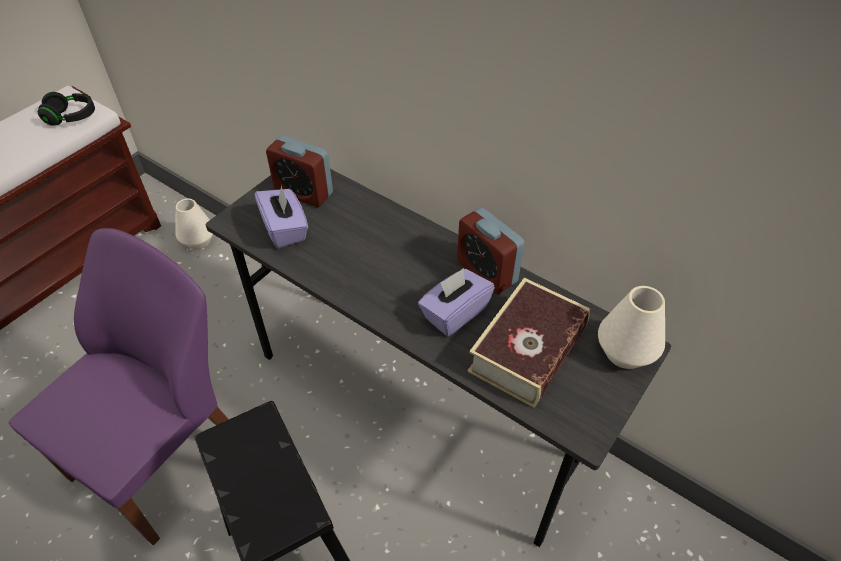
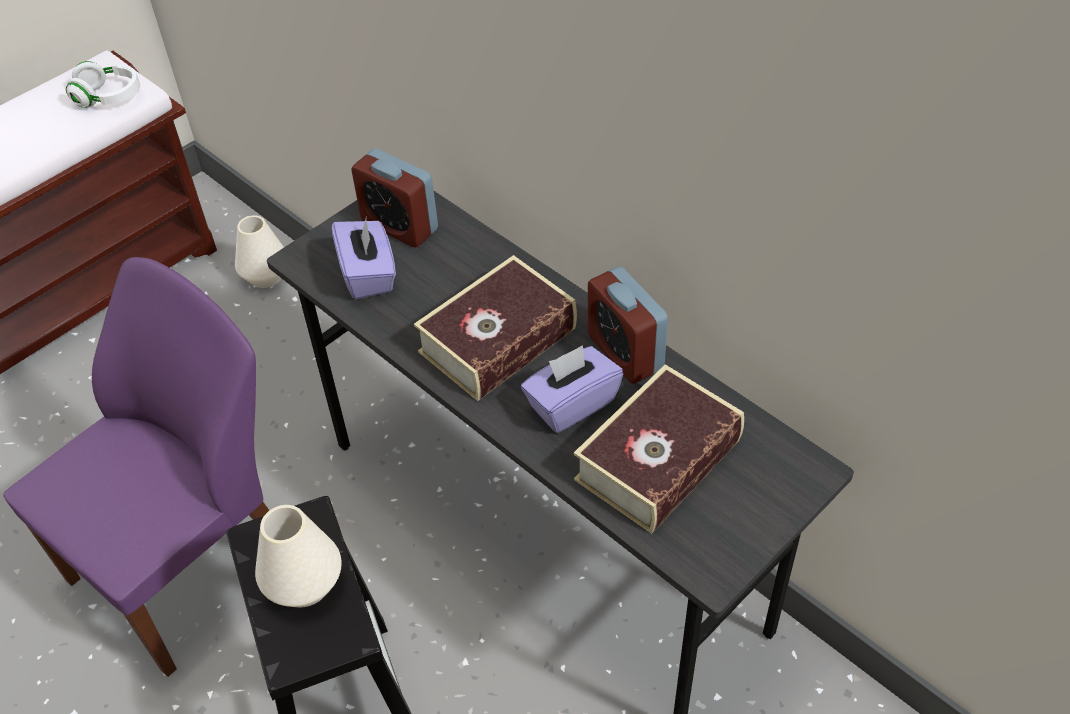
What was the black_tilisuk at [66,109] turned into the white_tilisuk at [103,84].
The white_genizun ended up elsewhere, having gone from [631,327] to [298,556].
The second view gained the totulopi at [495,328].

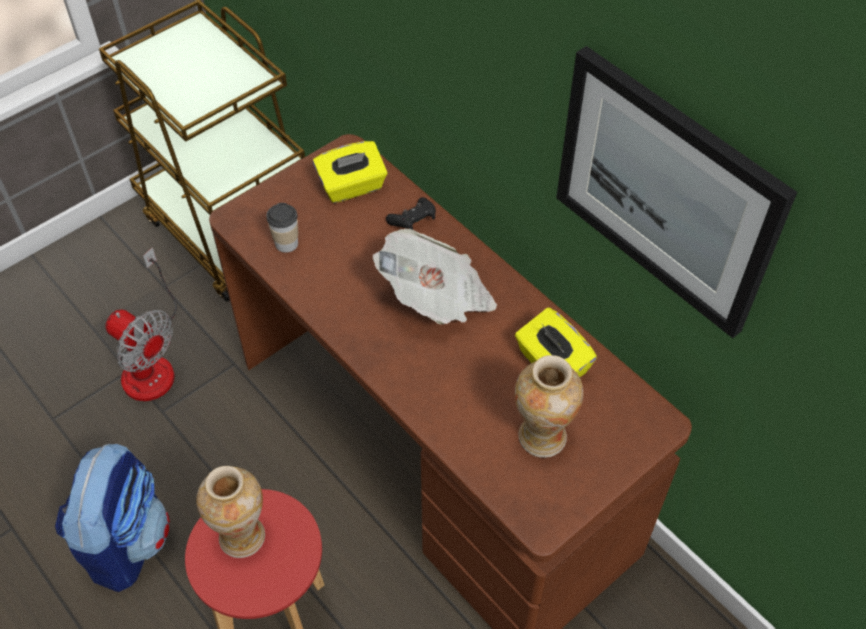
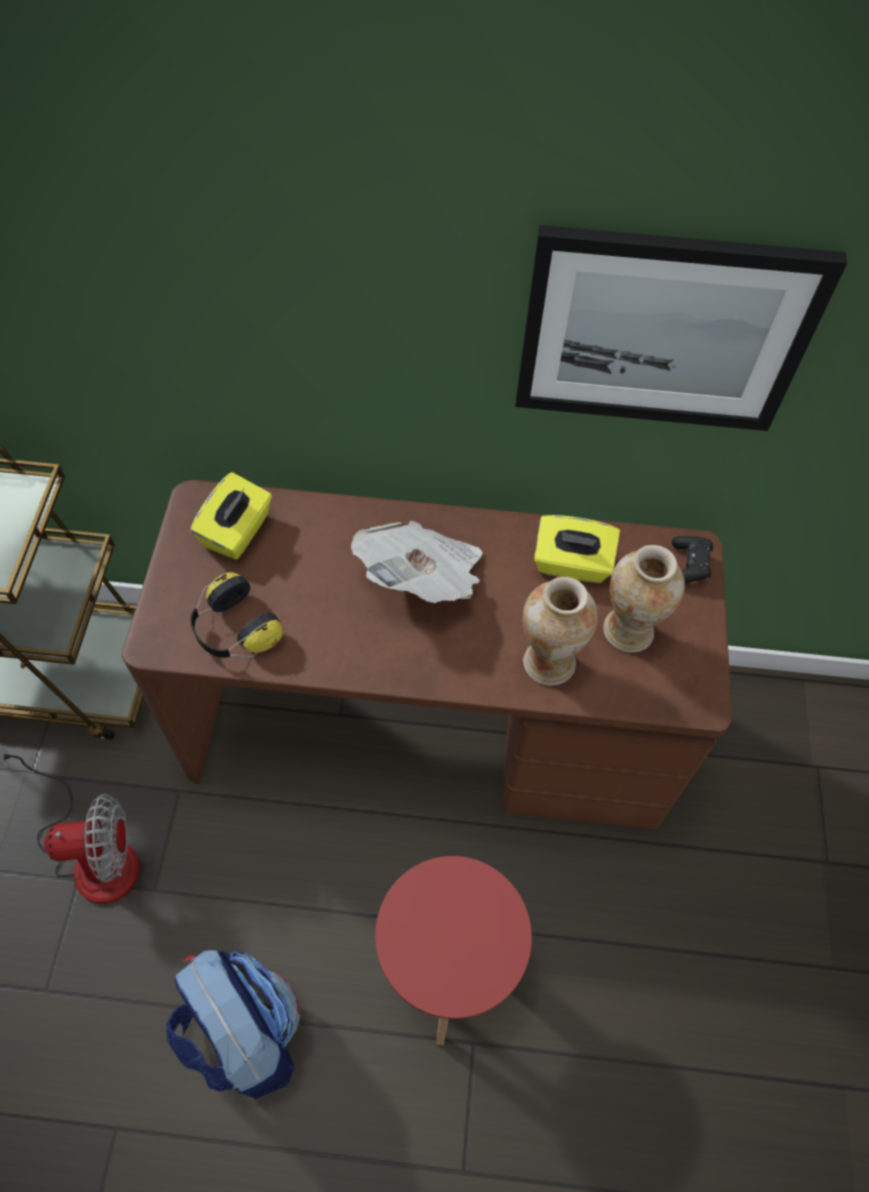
The genizun ended up elsewhere, having gone from [230,512] to [560,631].
Where the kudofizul stood at [282,228], the tilisuk came to stand at [236,615].
The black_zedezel ended up elsewhere, having gone from [411,213] to [692,560].

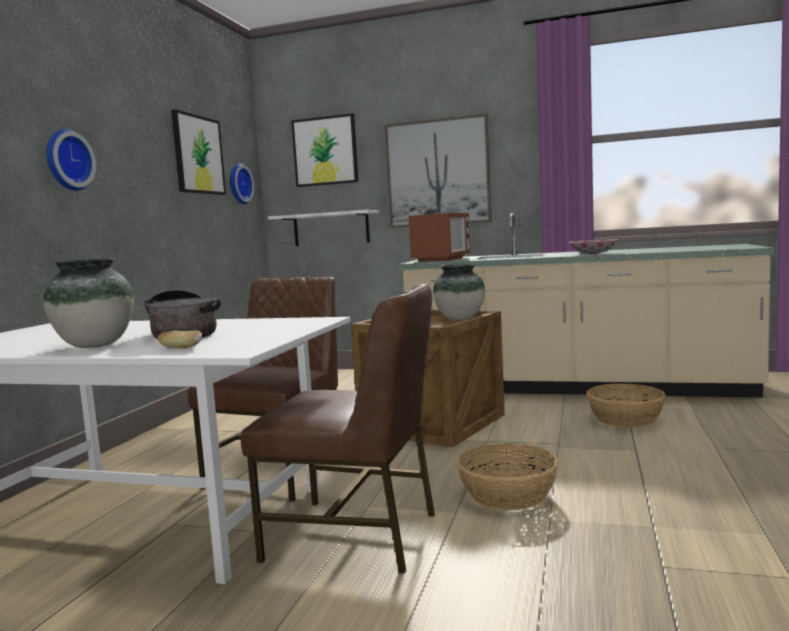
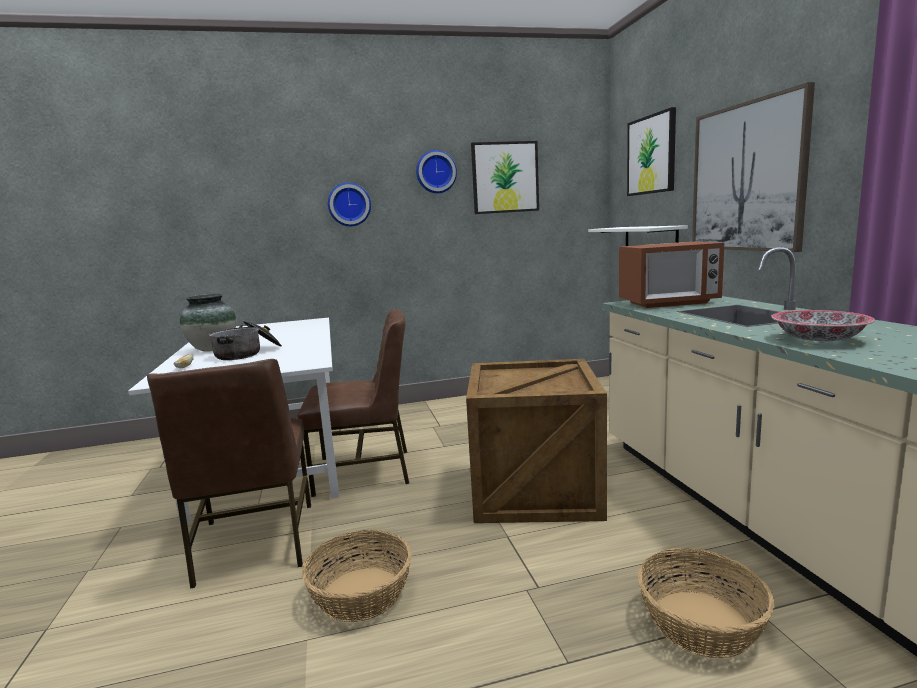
The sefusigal ended up elsewhere, having gone from [242,183] to [436,171].
The second view lost the genizun at [459,292].

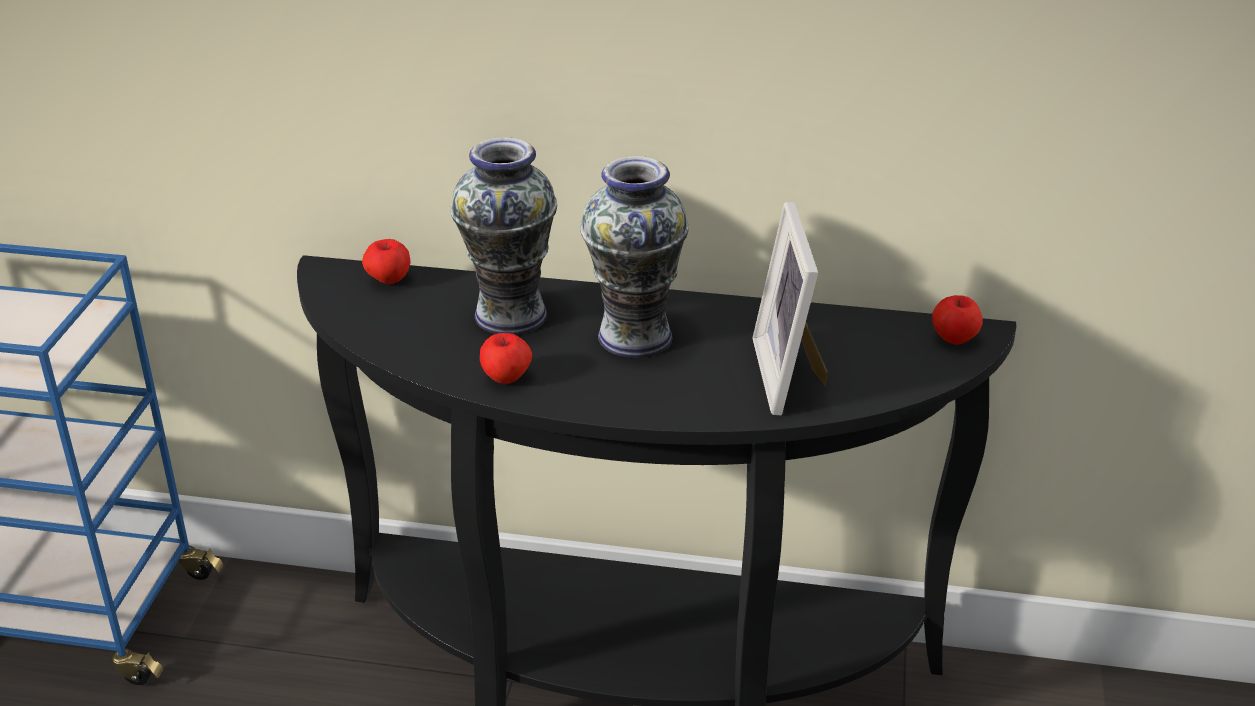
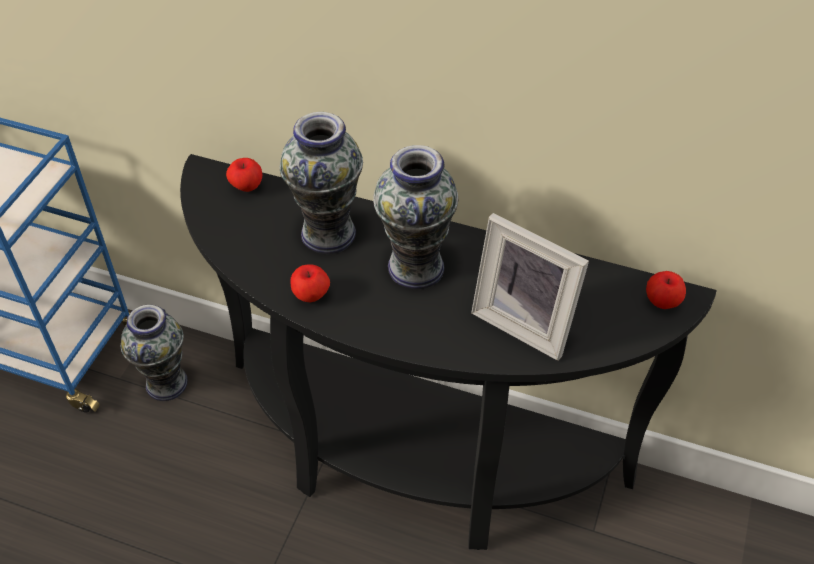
The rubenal at [790,309] ended up facing another way, 60 degrees counterclockwise from before.
The second view gained the genizun at [154,353].

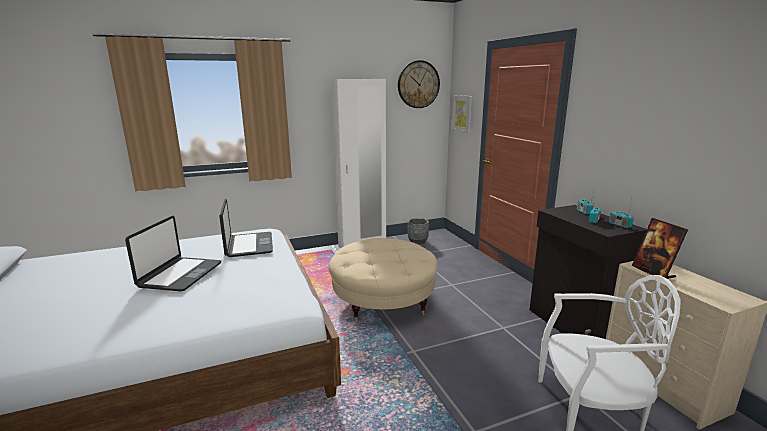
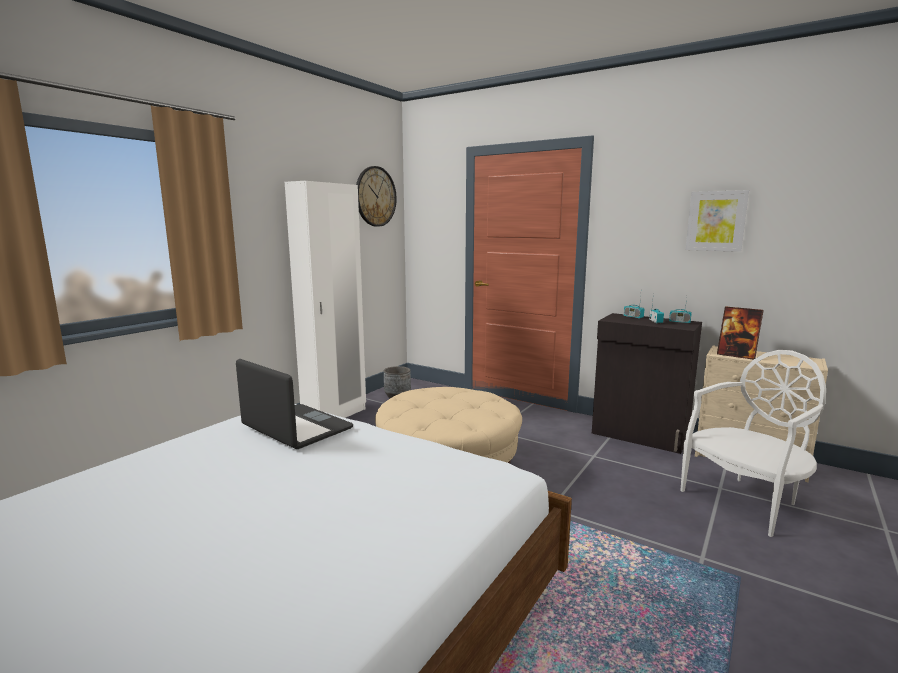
The second view lost the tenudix at [173,253].
The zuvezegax ended up elsewhere, having gone from [462,114] to [717,221].

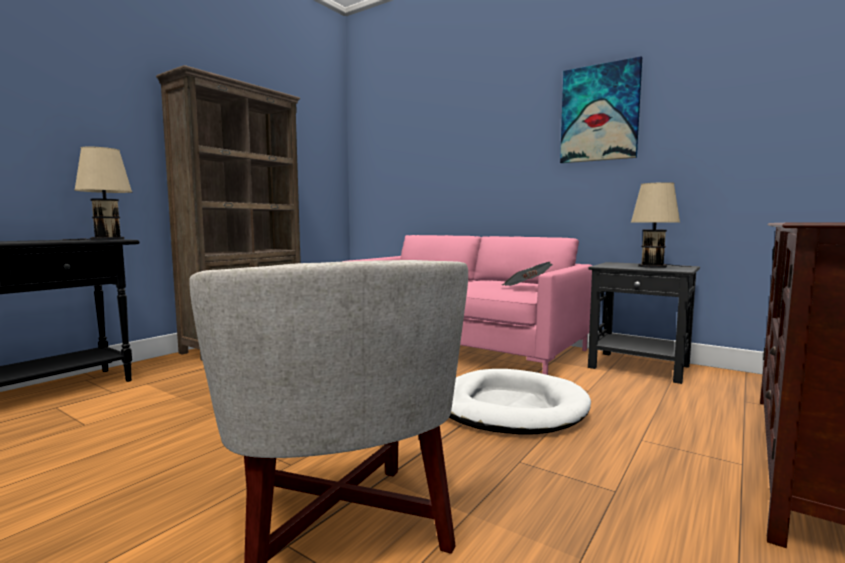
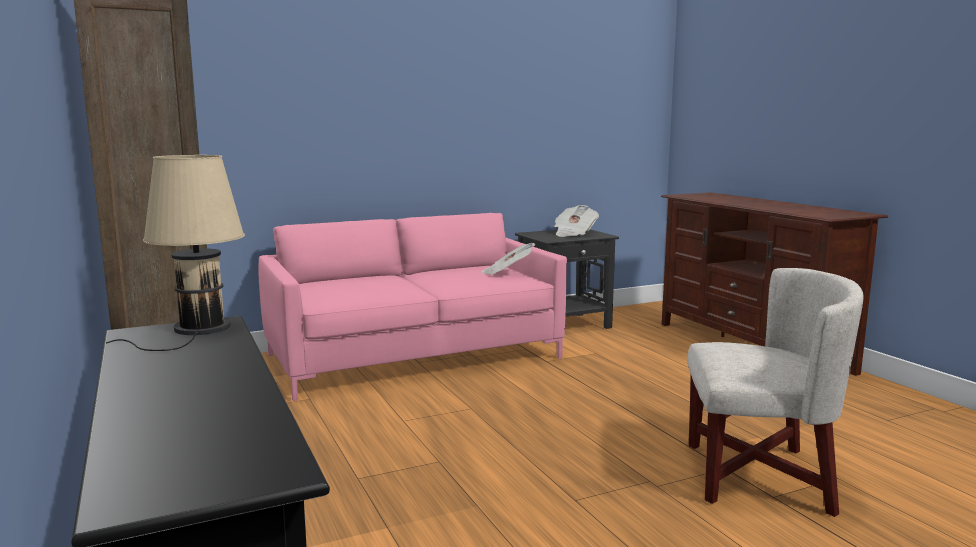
The second view lost the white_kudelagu at [520,402].
The second view lost the zuvezegax at [601,109].
Where the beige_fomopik stood at [661,225], the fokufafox came to stand at [576,221].

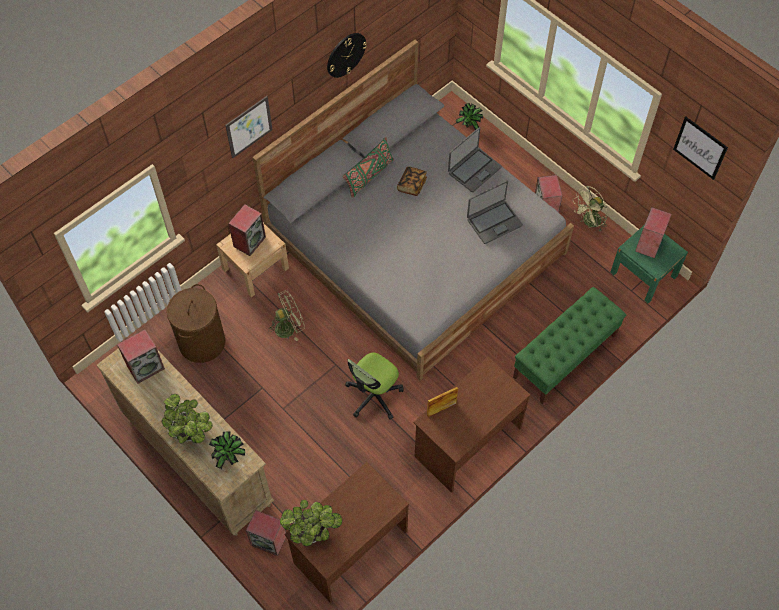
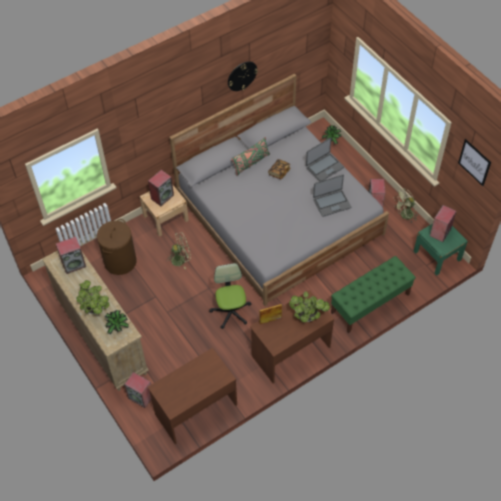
The second view lost the zuvezegax at [248,127].
The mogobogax ended up elsewhere, having gone from [311,523] to [309,307].
The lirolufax at [374,386] ended up facing another way, 120 degrees clockwise from before.

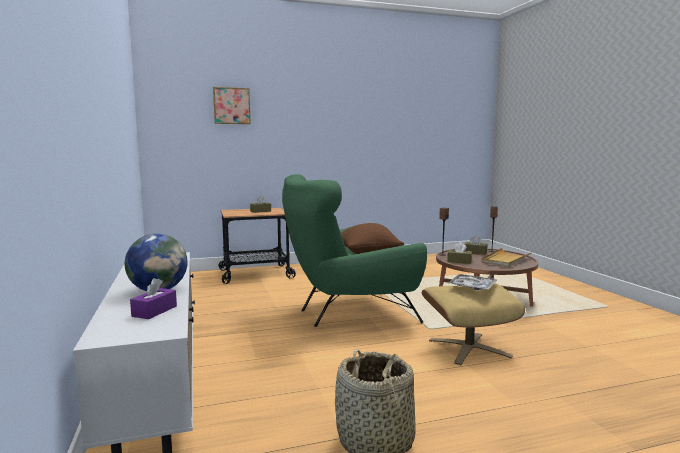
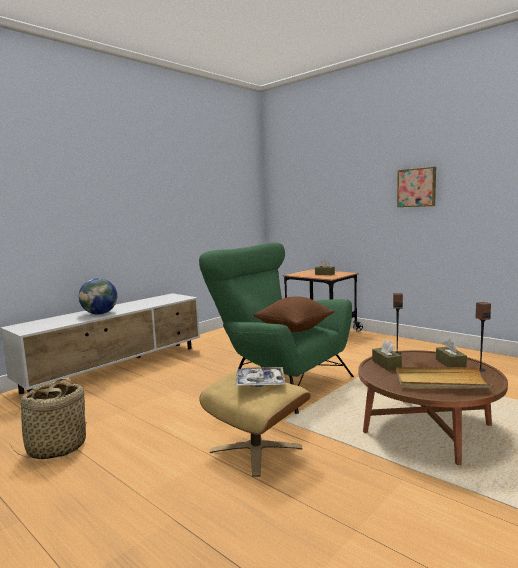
The second view lost the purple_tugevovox at [153,298].
The zuvezegax ended up elsewhere, having gone from [232,105] to [416,187].

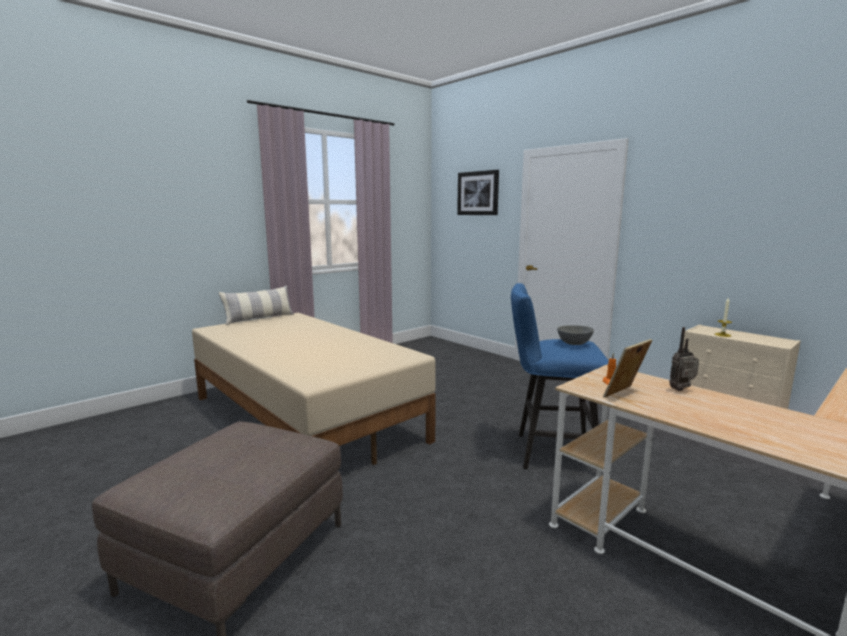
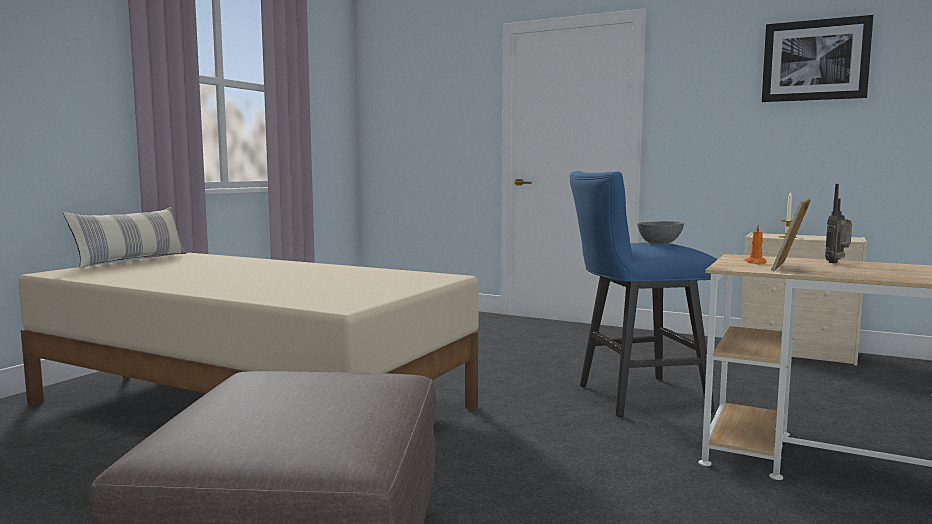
The zuvezegax ended up elsewhere, having gone from [478,192] to [817,58].

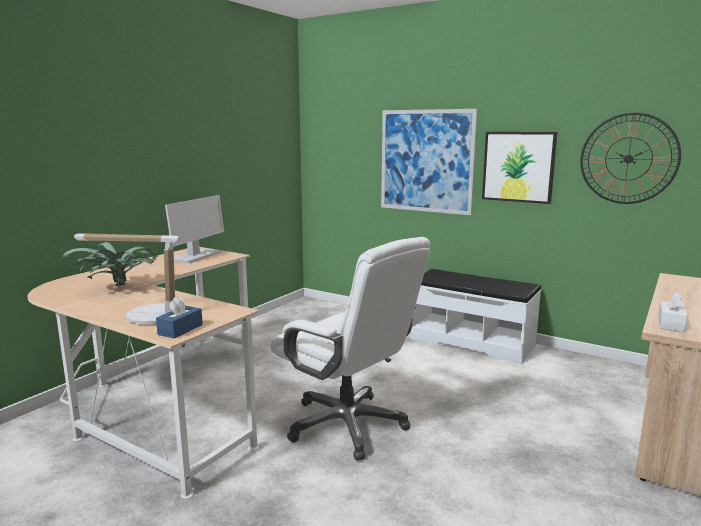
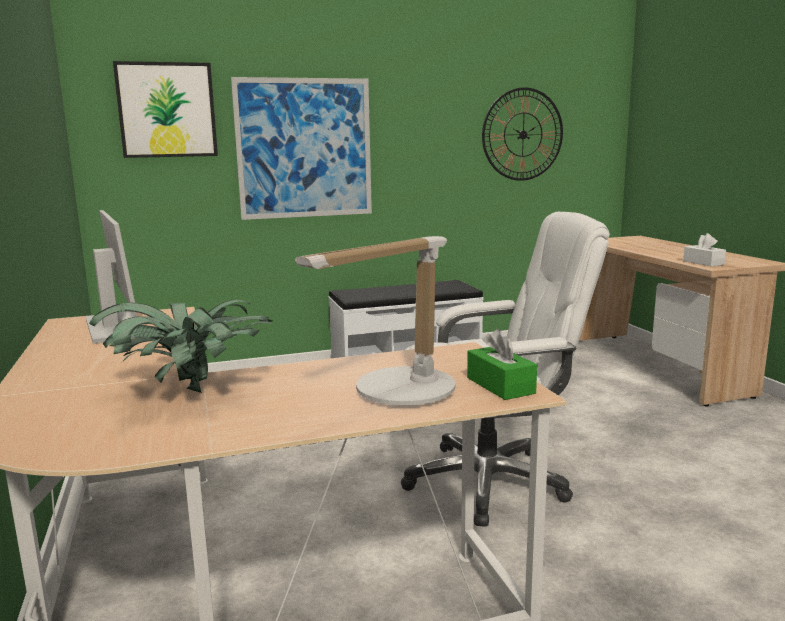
What was the blue_tugevovox at [179,317] turned into the green_tugevovox at [502,364].
The zuvezegax ended up elsewhere, having gone from [519,168] to [165,109].

